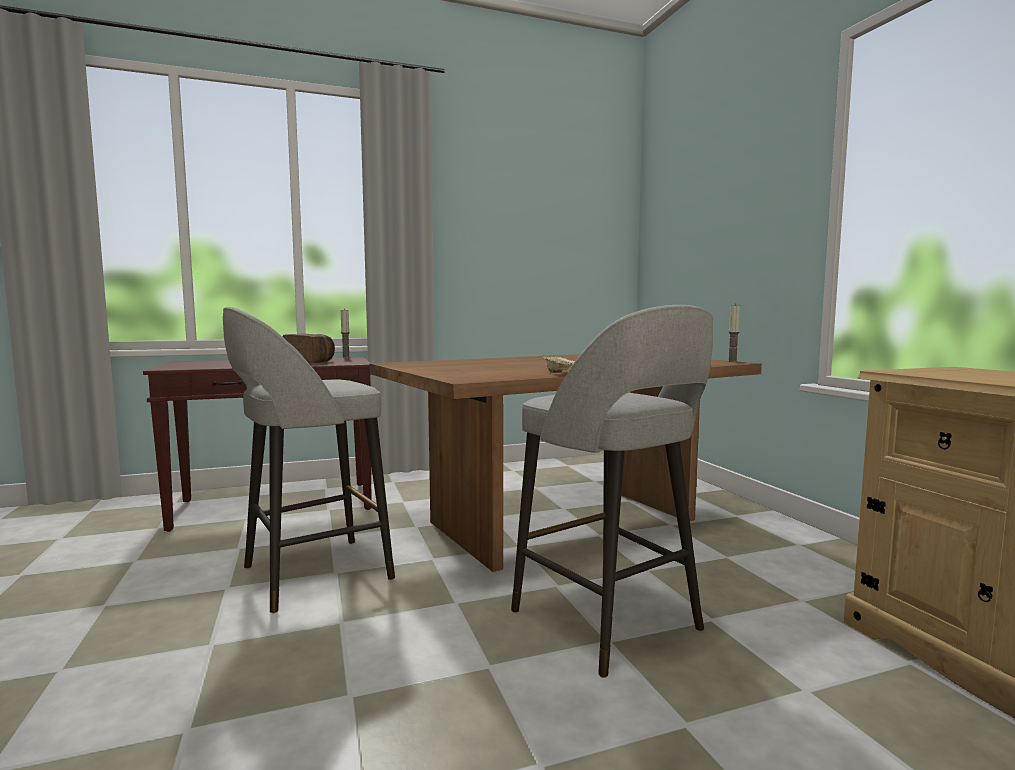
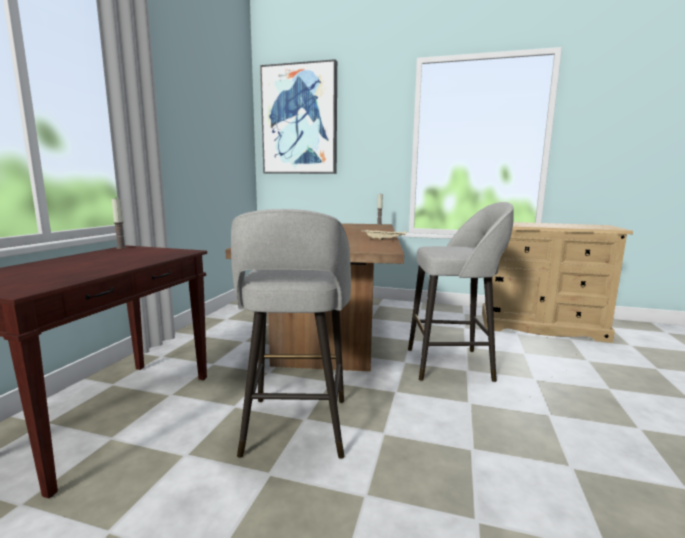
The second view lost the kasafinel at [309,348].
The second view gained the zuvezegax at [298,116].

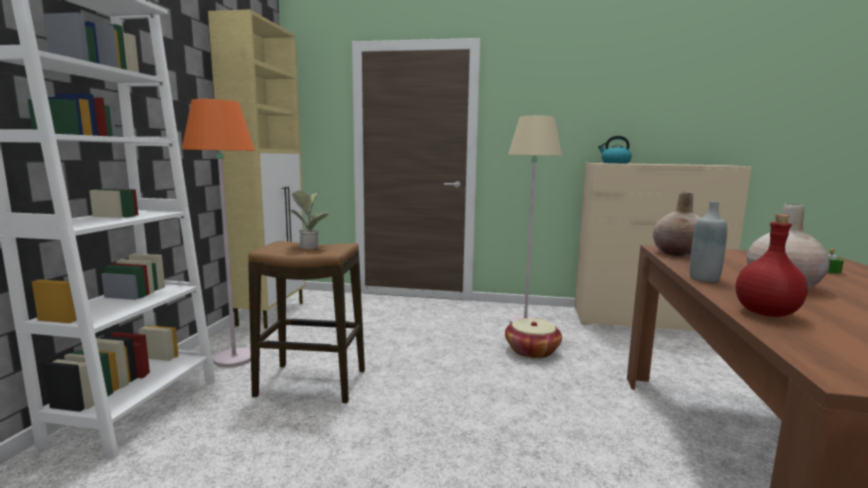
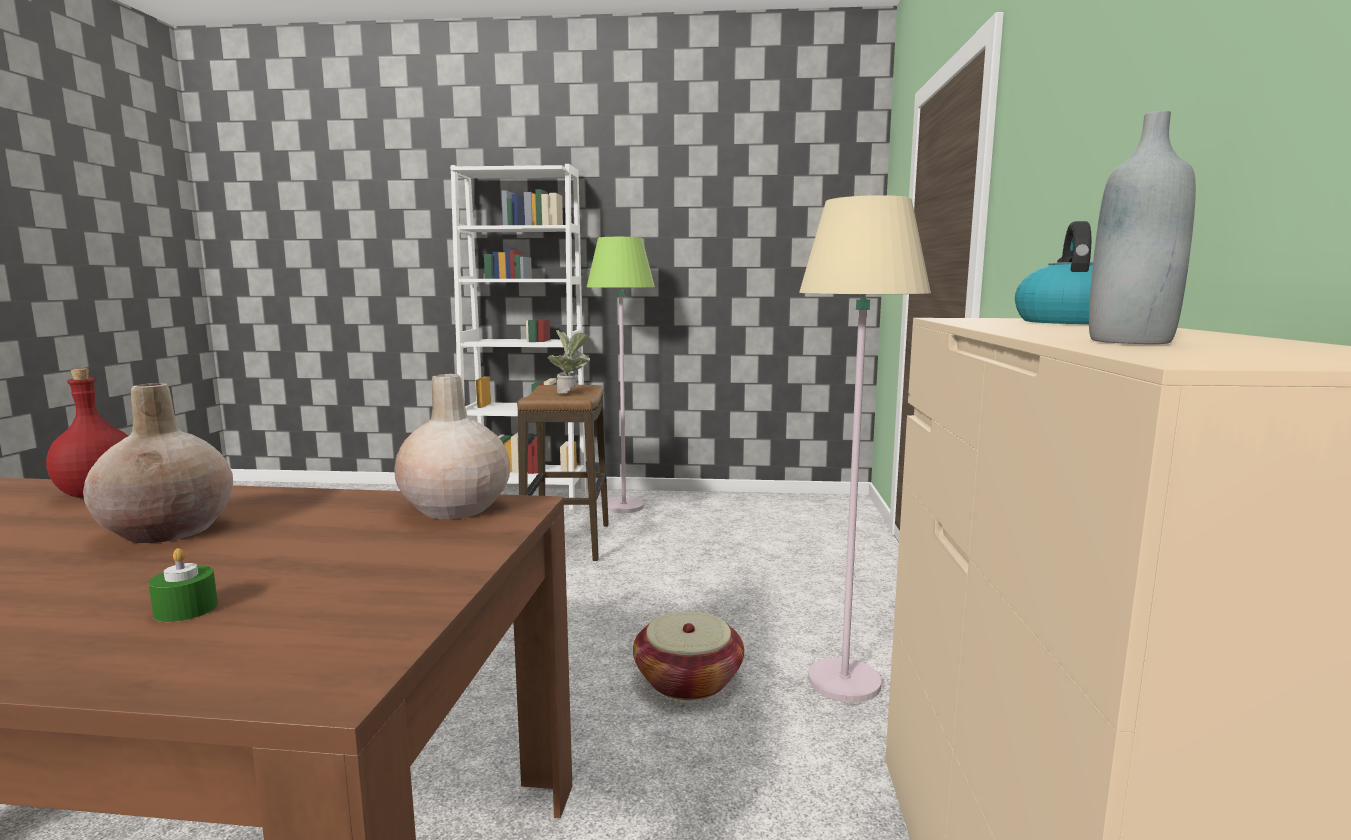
What was the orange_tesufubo at [218,233] turned into the green_tesufubo at [621,375].
The second view lost the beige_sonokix at [257,169].
The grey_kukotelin ended up elsewhere, having gone from [708,242] to [1142,227].

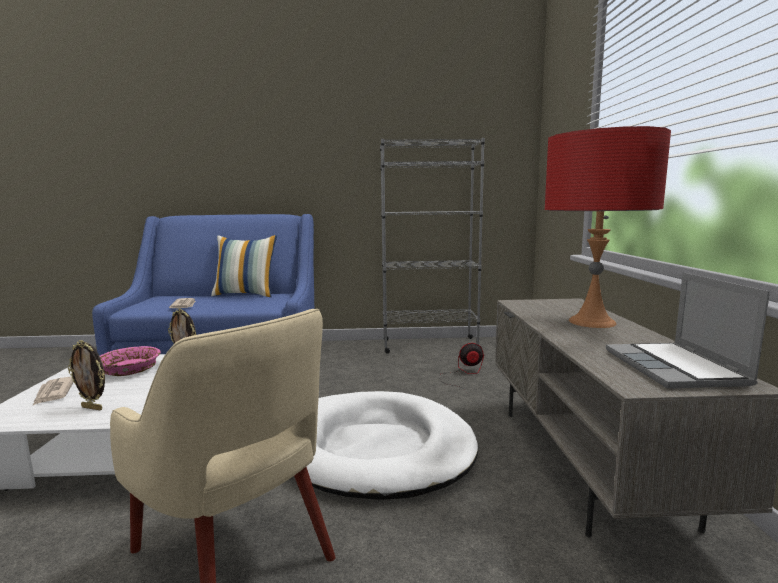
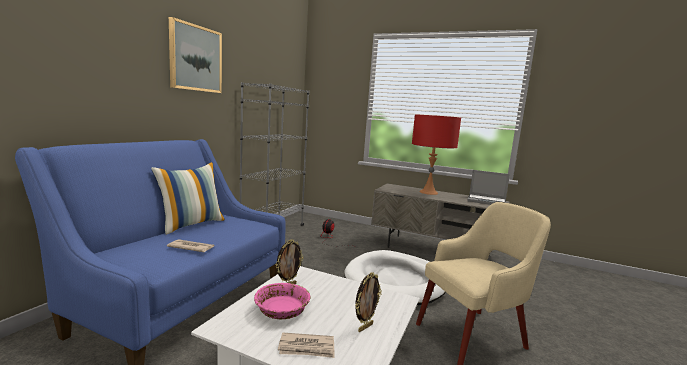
The second view gained the zuvezegax at [195,55].

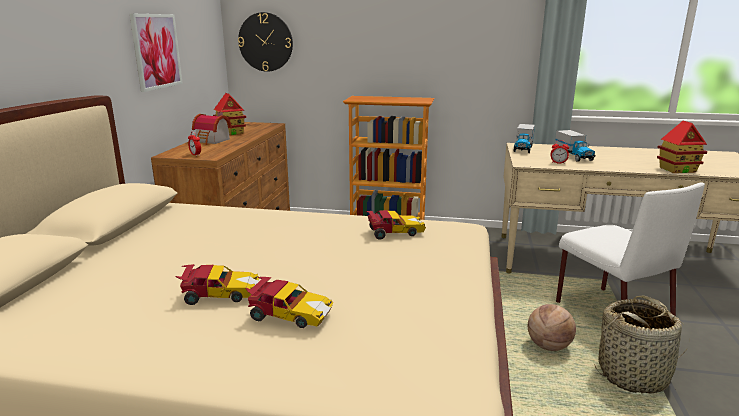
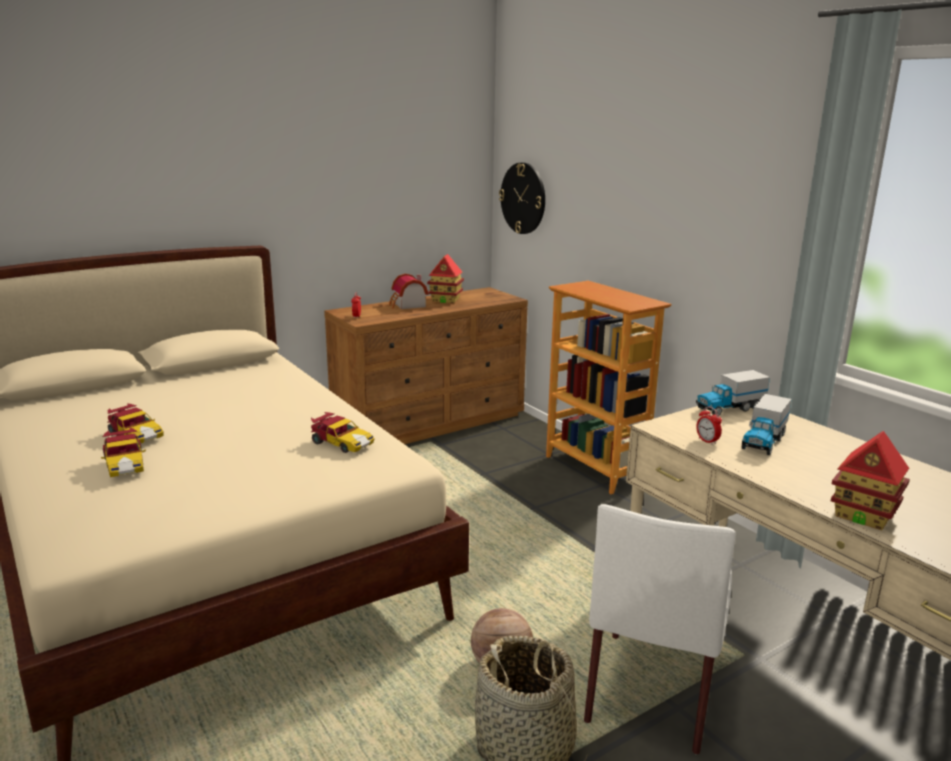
The second view lost the zuvezegax at [156,53].

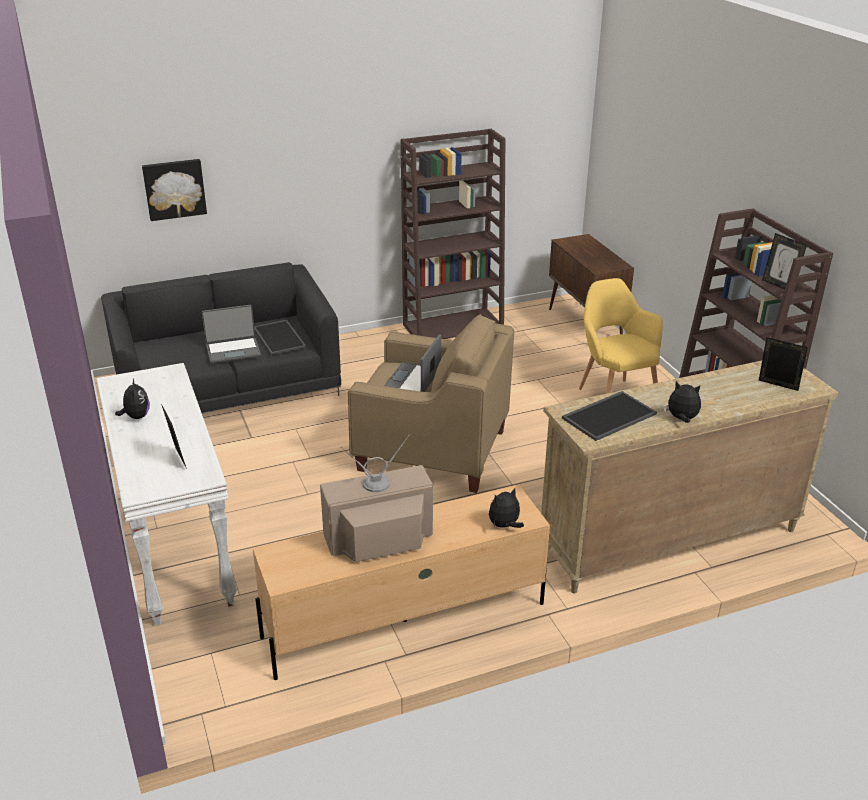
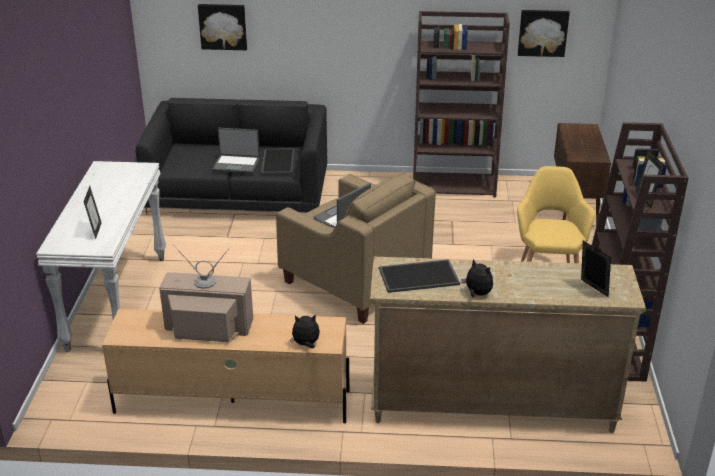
The second view lost the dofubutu at [132,399].
The second view gained the zuvezegax at [544,33].

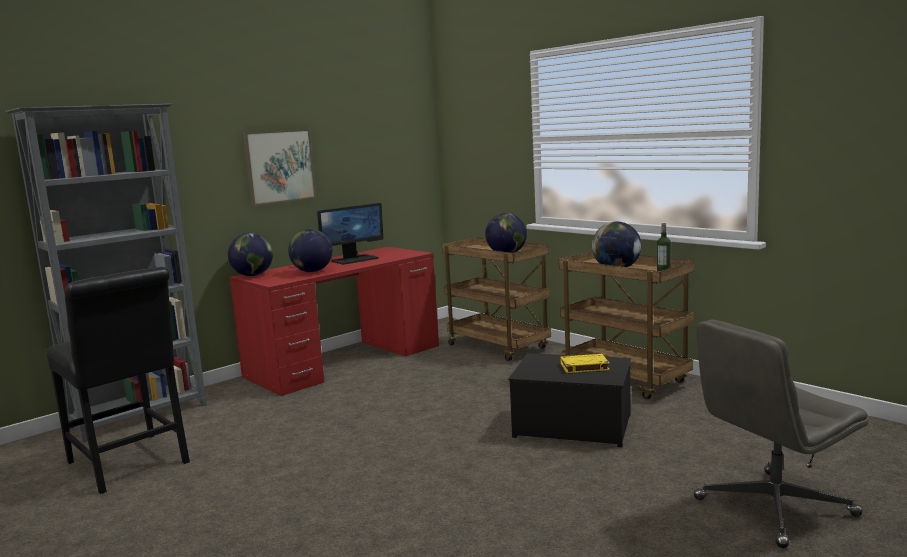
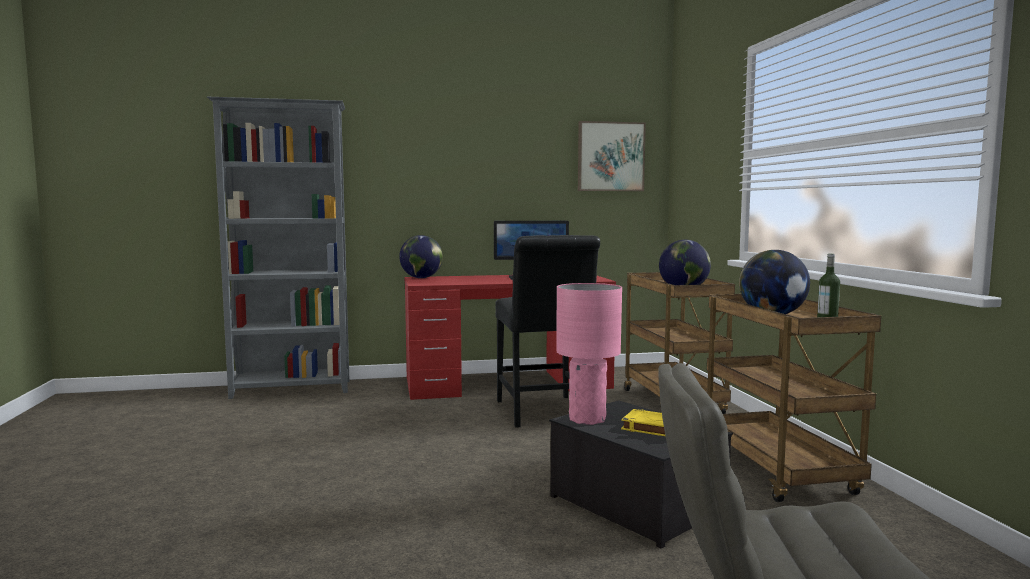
The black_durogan ended up elsewhere, having gone from [118,380] to [547,331].
The zuvezegax ended up elsewhere, having gone from [279,167] to [612,156].
The second view lost the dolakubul at [310,250].
The second view gained the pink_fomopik at [589,354].

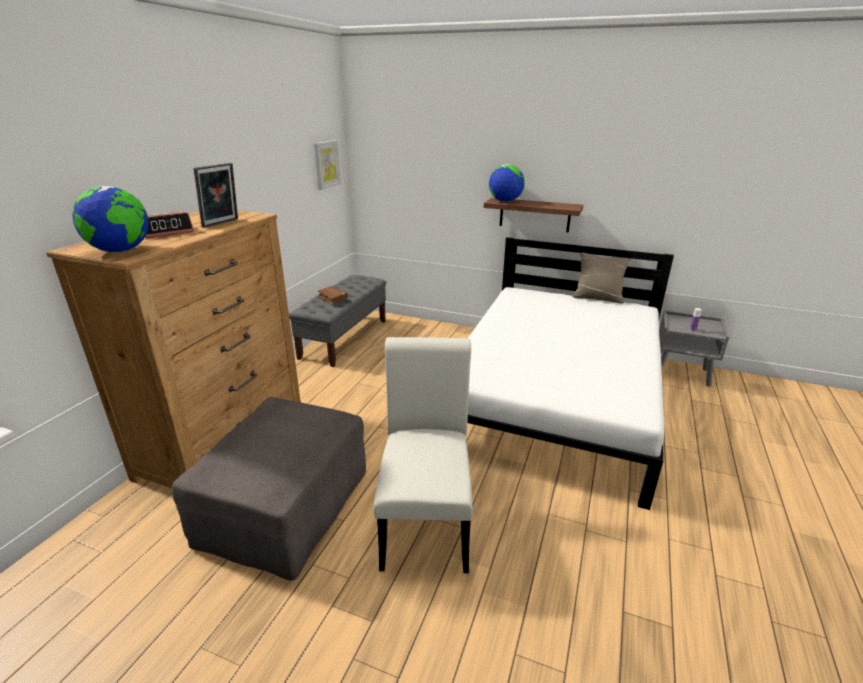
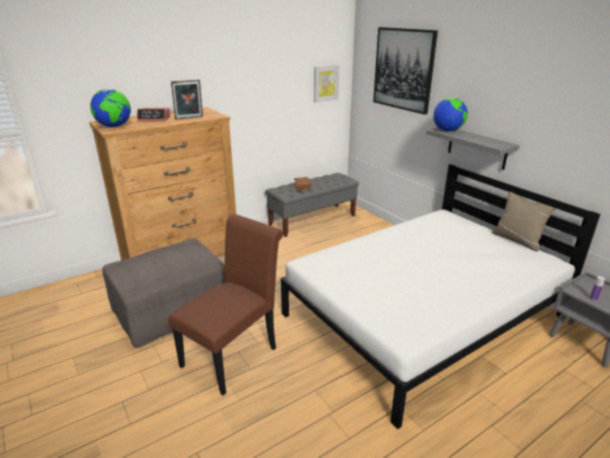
What was the white_durogan at [423,455] turned into the brown_durogan at [225,304].
What was the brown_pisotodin at [533,215] turned into the grey_pisotodin at [473,148].
The second view gained the zuvezegax at [405,71].

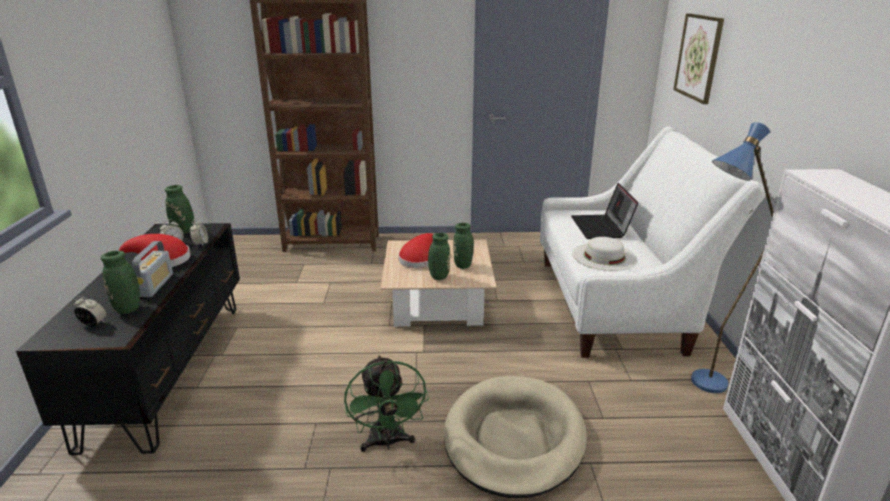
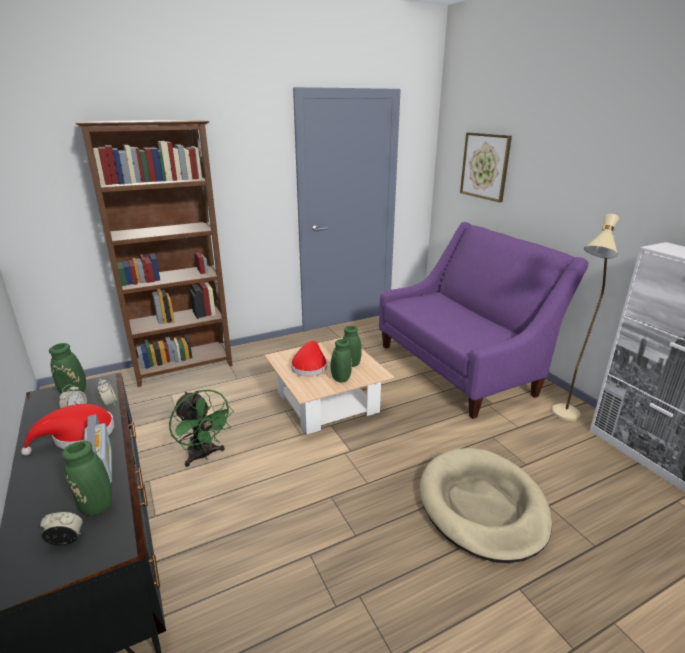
The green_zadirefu ended up elsewhere, having gone from [386,403] to [201,428].
What was the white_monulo at [653,242] turned into the purple_monulo at [483,320].
The second view lost the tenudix at [604,211].
The second view lost the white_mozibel at [604,254].
What was the blue_tesufubo at [732,257] turned into the beige_tesufubo at [585,317].

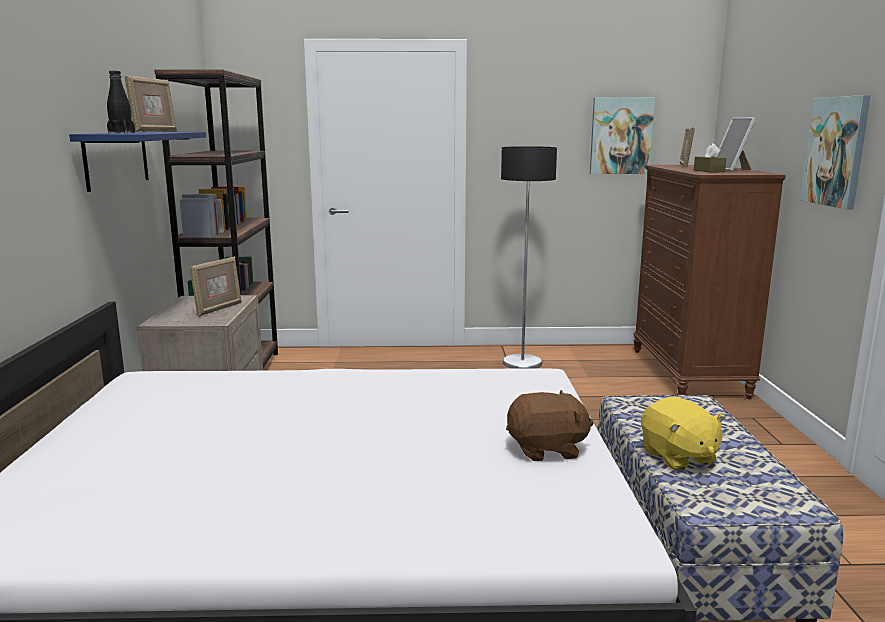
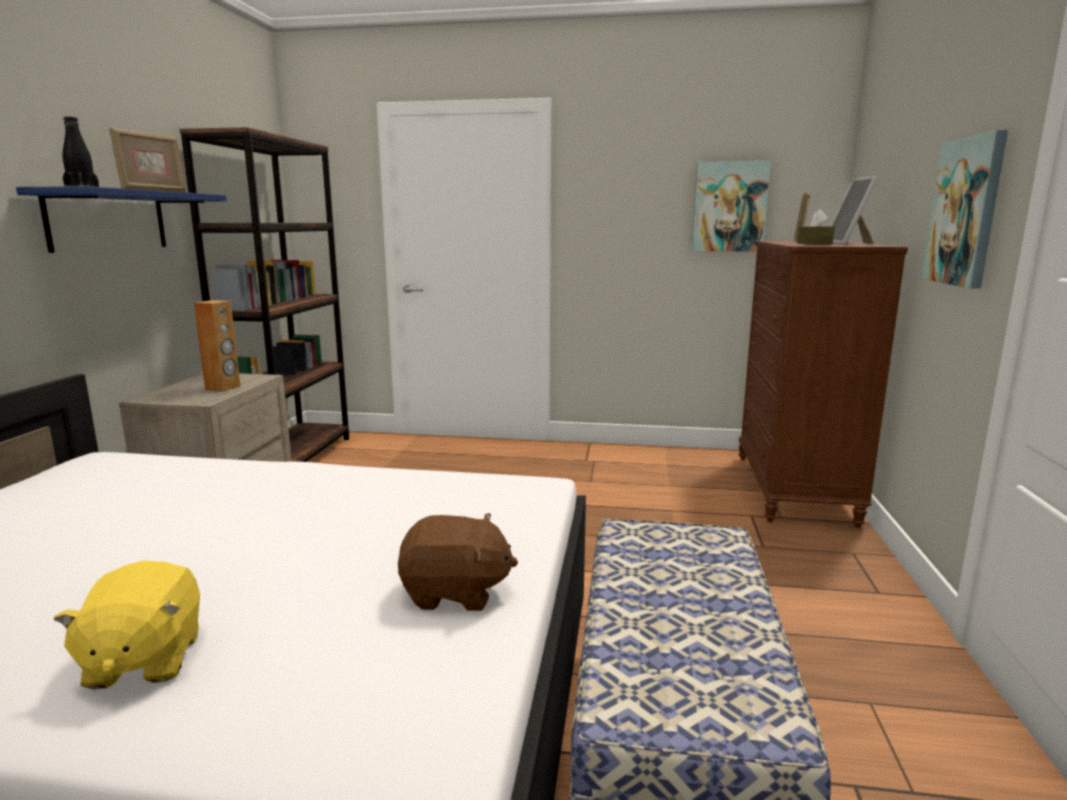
Where the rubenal stood at [216,286], the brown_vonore came to stand at [217,346].
The second view lost the tesufubo at [529,257].
The yellow_dofubutu ended up elsewhere, having gone from [683,434] to [126,625].

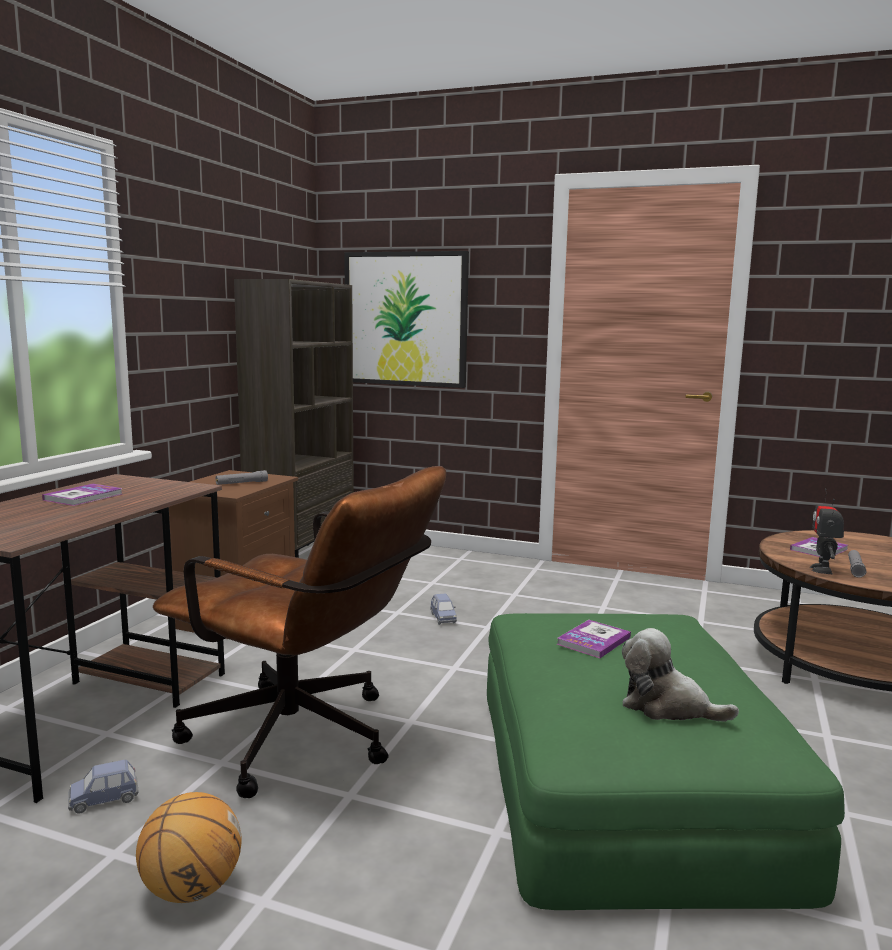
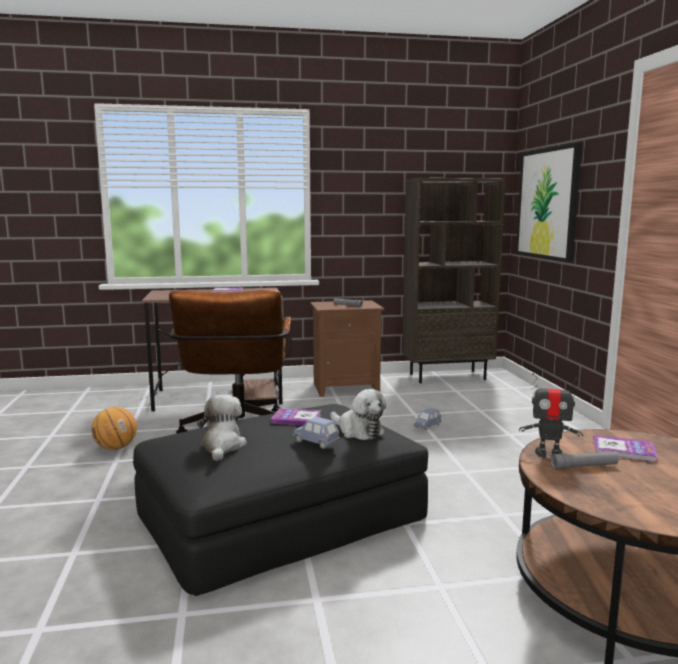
The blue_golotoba ended up elsewhere, having gone from [103,787] to [316,433].
What was the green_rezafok at [666,761] turned into the black_rezafok at [280,500].
The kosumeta at [827,531] ended up facing another way, 150 degrees counterclockwise from before.
The second view gained the dofubutu at [358,414].

